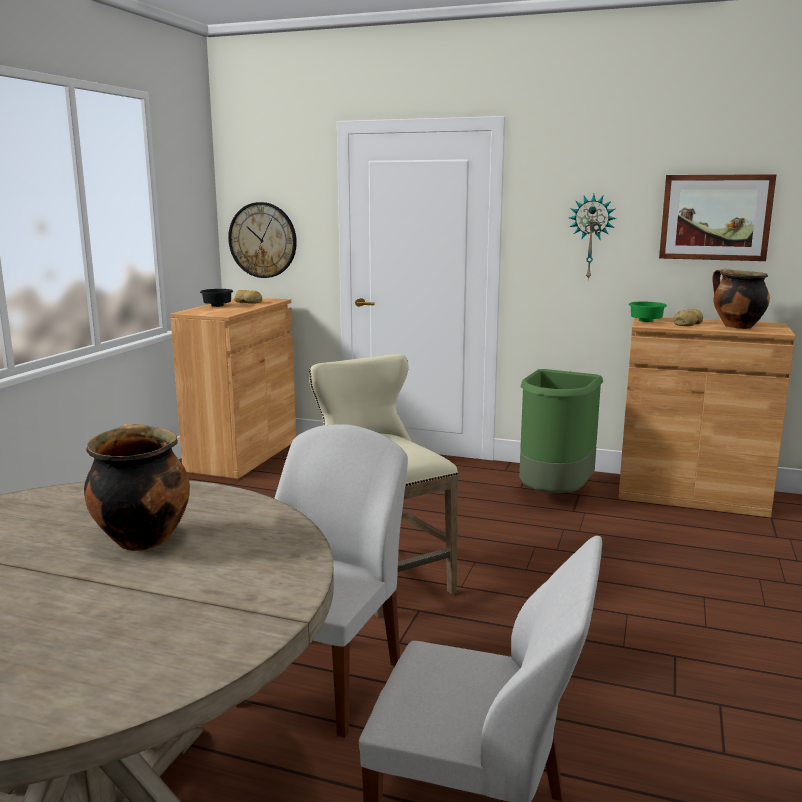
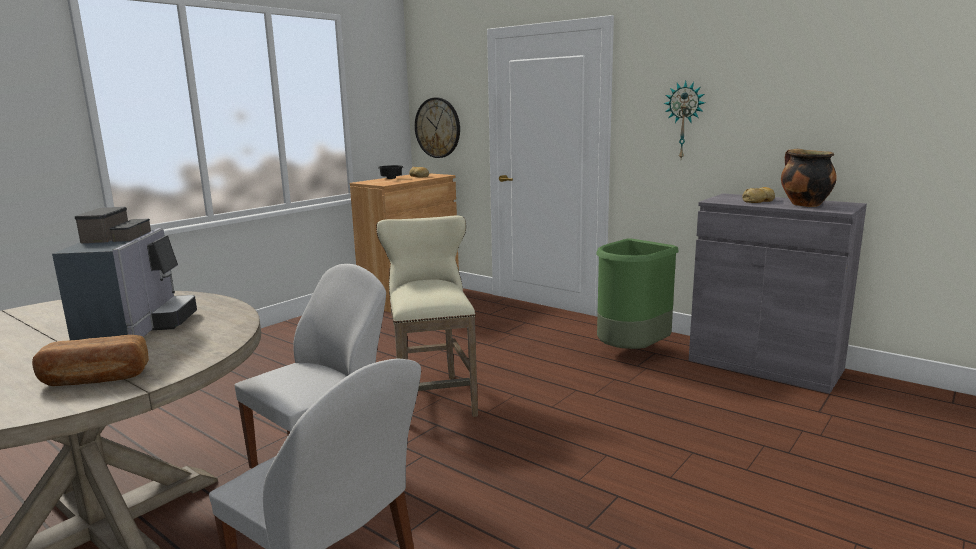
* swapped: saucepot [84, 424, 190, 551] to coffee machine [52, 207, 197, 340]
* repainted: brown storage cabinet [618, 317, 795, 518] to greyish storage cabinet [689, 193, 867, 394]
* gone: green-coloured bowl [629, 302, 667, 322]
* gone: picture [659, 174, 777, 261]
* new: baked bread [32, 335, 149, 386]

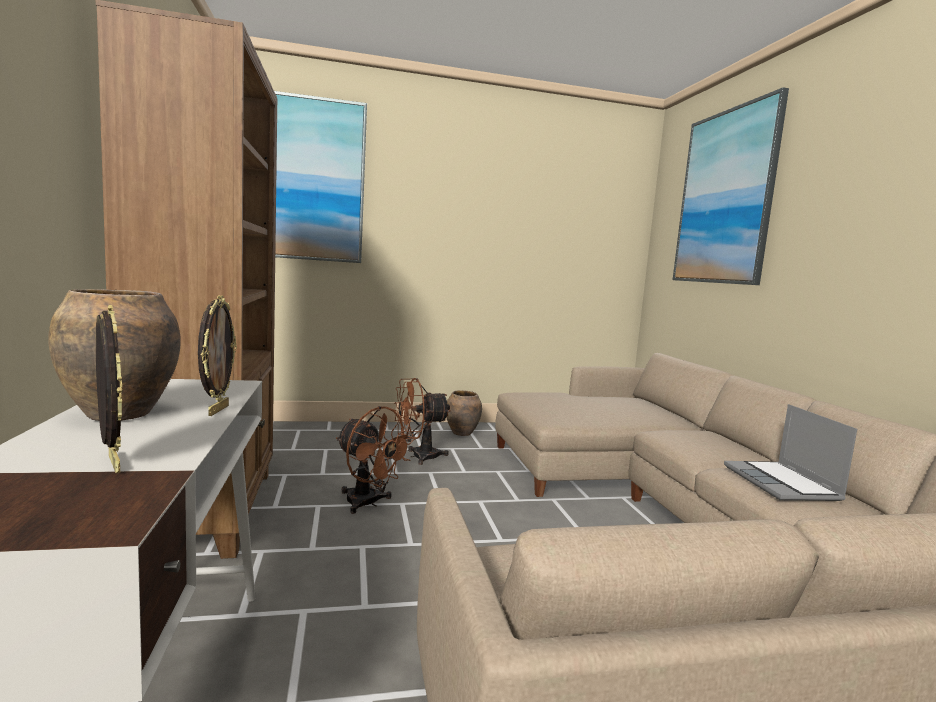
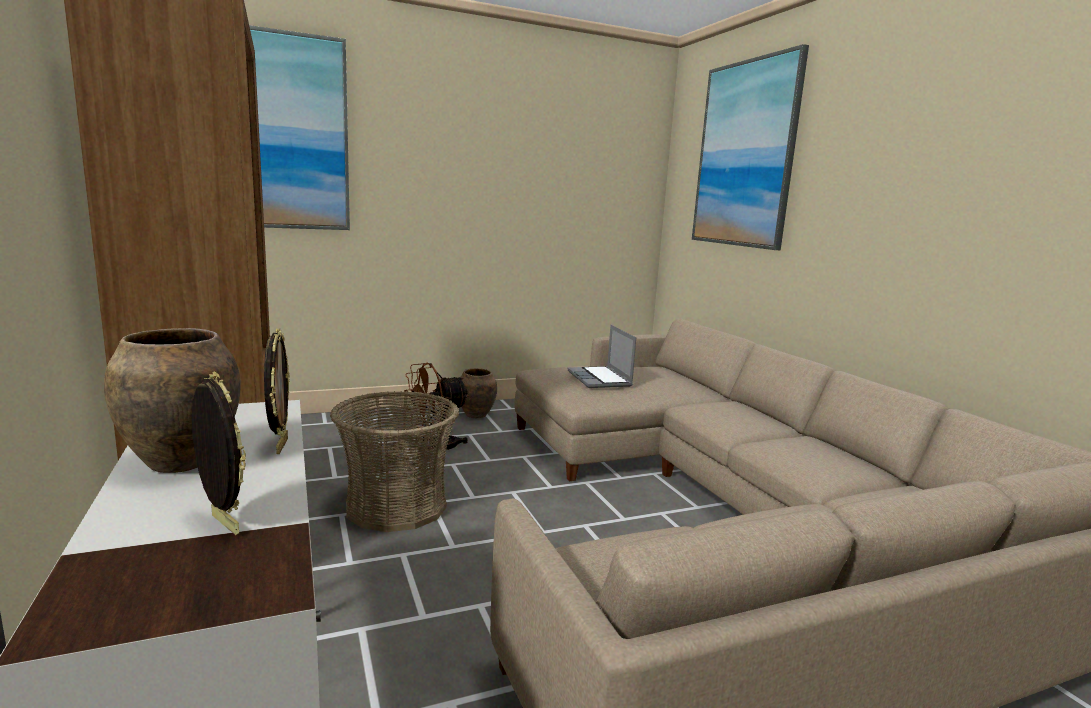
* swapped: brown fan [336, 406, 415, 514] to storage basket [330, 391, 459, 532]
* shifted: notebook computer [724, 404, 857, 501] to [568, 325, 636, 388]

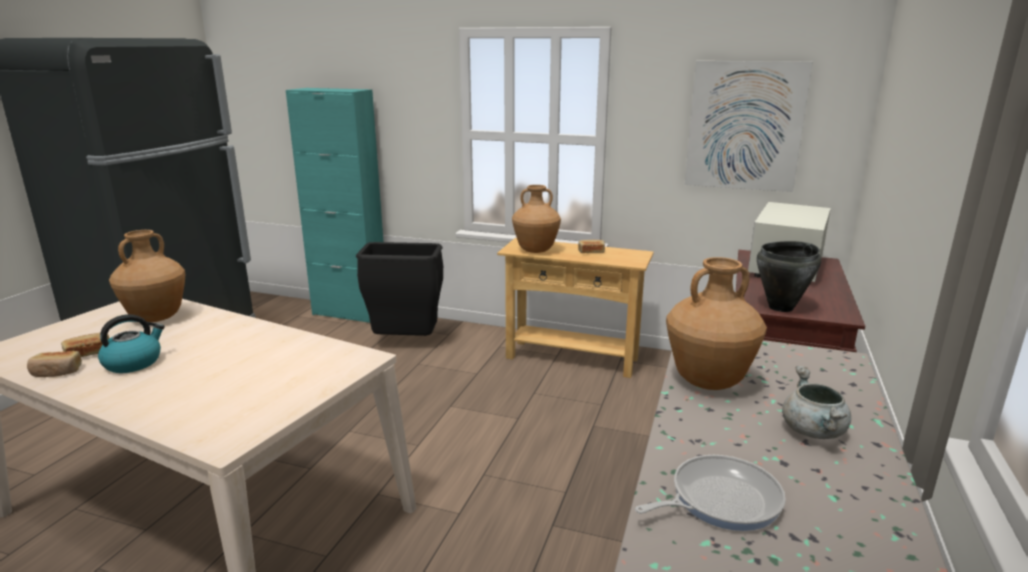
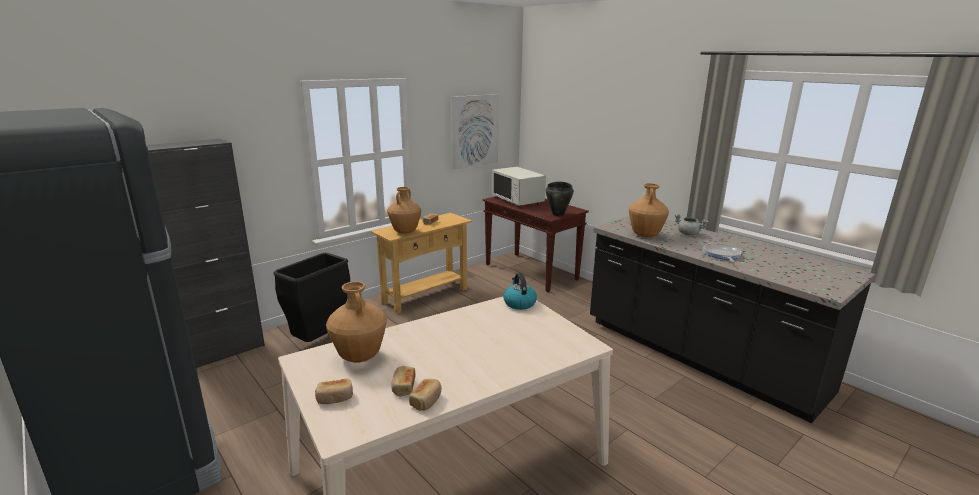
* shifted: water kettle [98, 314, 165, 373] to [503, 273, 537, 310]
* repainted: blue-green storage cabinet [286, 88, 383, 323] to black storage cabinet [147, 138, 265, 368]
* new: baked bread [315, 379, 353, 404]

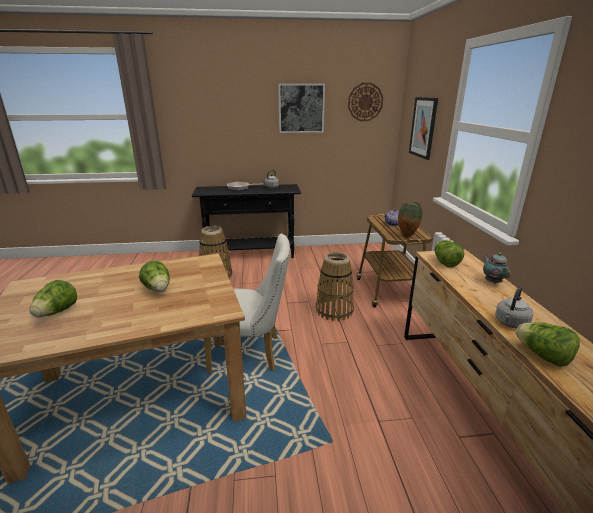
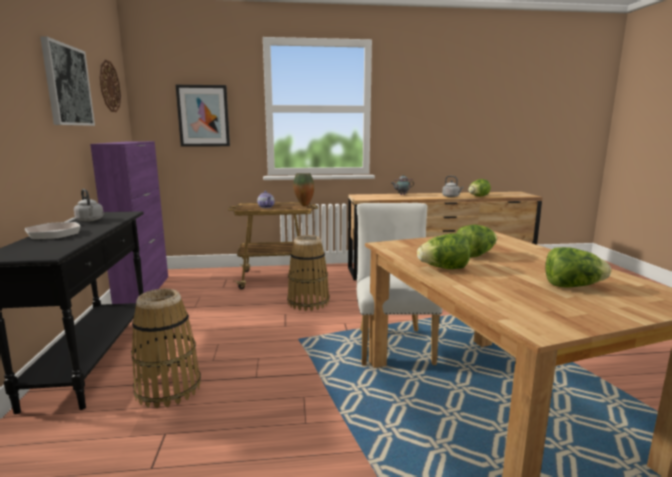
* shifted: lettuce head [434, 240, 464, 267] to [417, 233, 470, 269]
* new: purplish storage cabinet [90, 141, 168, 304]

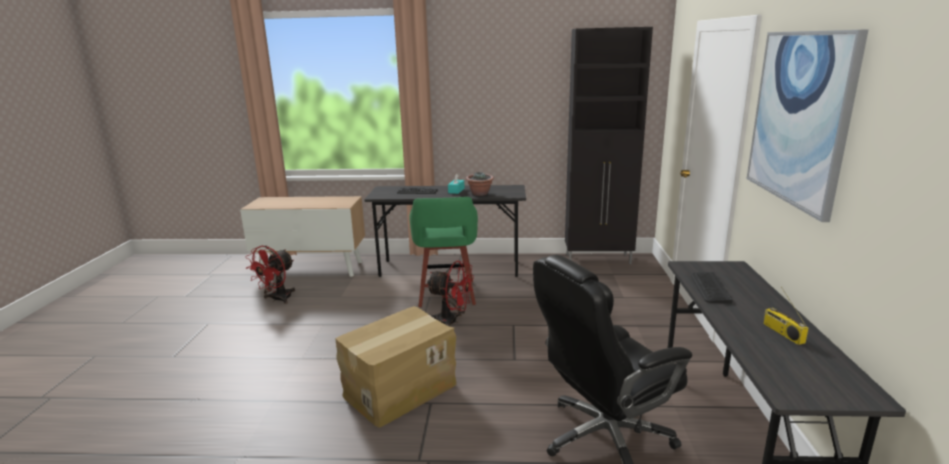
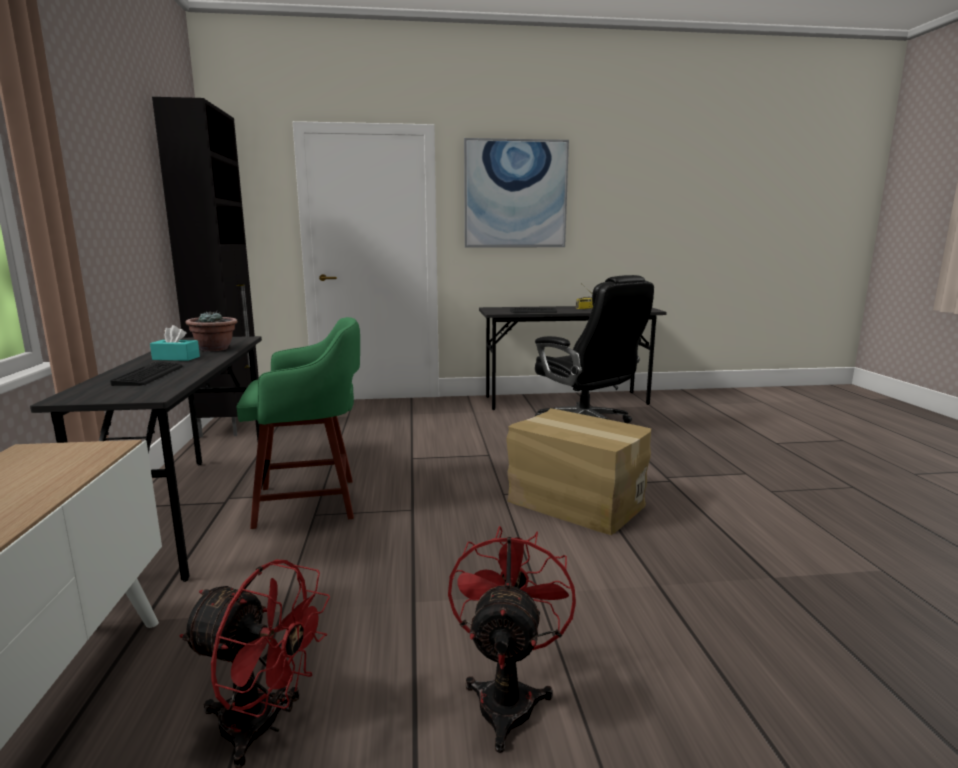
* shifted: red-coloured fan [426, 261, 474, 327] to [448, 526, 576, 753]

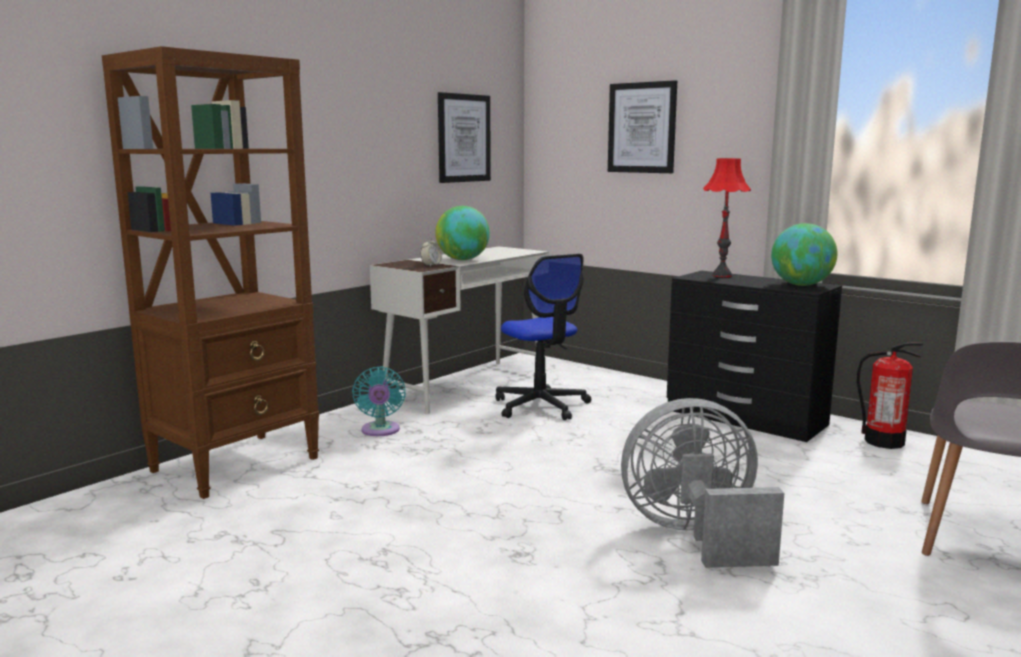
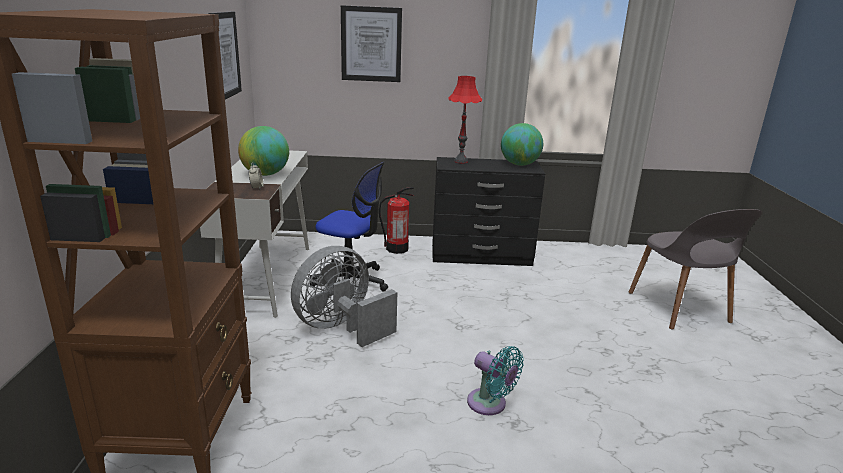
* shifted: blue-green fan [352, 366, 406, 436] to [467, 346, 524, 415]
* shifted: greyish fan [621, 398, 784, 568] to [291, 246, 397, 347]
* shifted: fire-fighting cylinder [857, 342, 923, 449] to [379, 187, 414, 254]

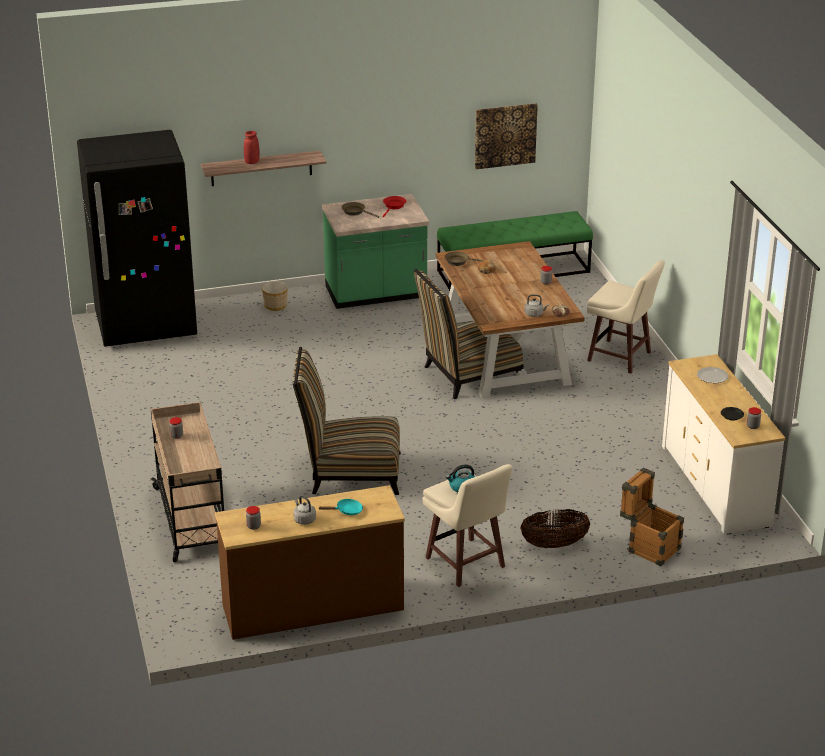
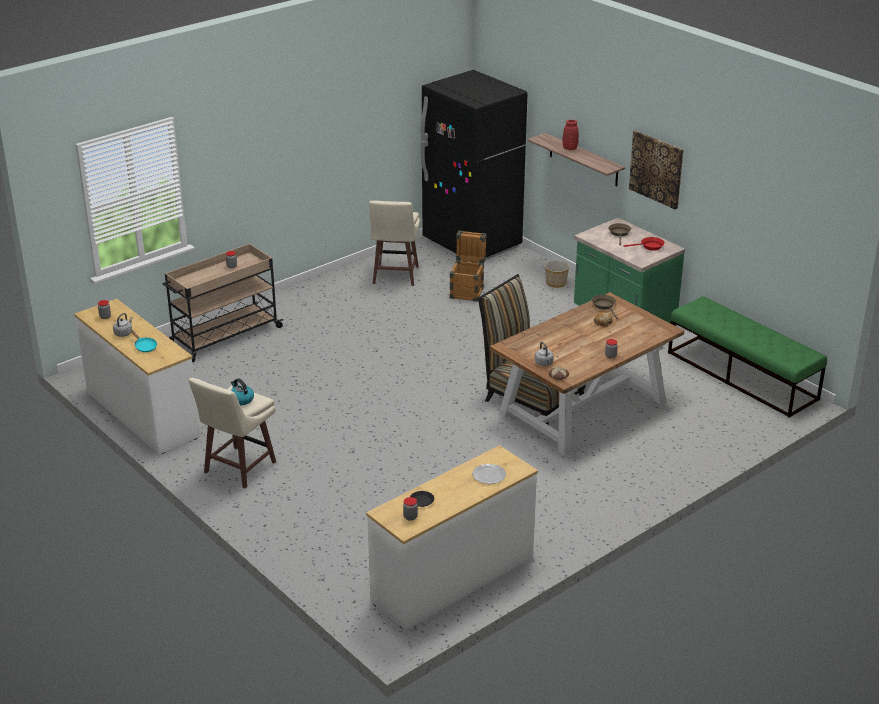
* repainted: brown drawer chest [215, 485, 405, 640] to whitish drawer chest [74, 299, 200, 454]
* gone: chair [293, 347, 401, 495]
* shifted: picture [475, 103, 538, 169] to [629, 131, 683, 209]
* gone: storage basket [520, 509, 590, 548]
* shifted: beige stool [587, 260, 665, 374] to [369, 201, 420, 286]
* shifted: packing crate [620, 468, 684, 566] to [450, 230, 487, 302]

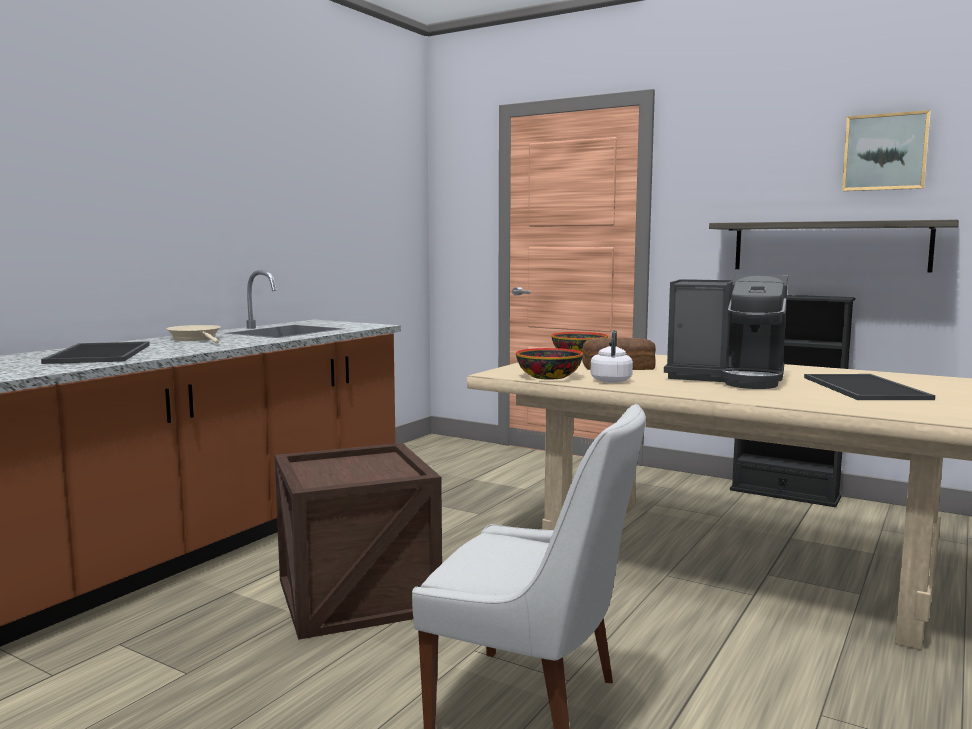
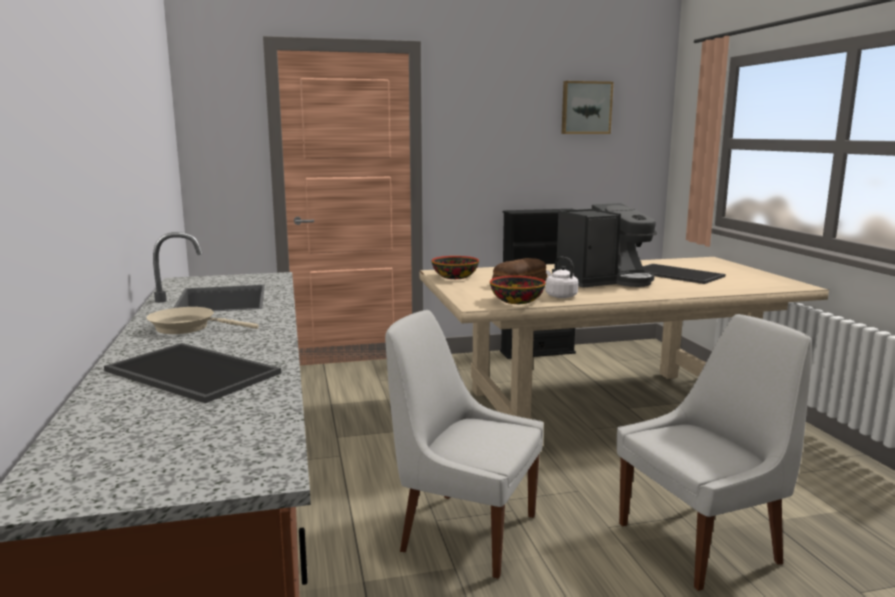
* swapped: packing crate [275, 443, 442, 640] to whitish chair [385, 310, 544, 579]
* gone: wall shelf [709, 220, 959, 273]

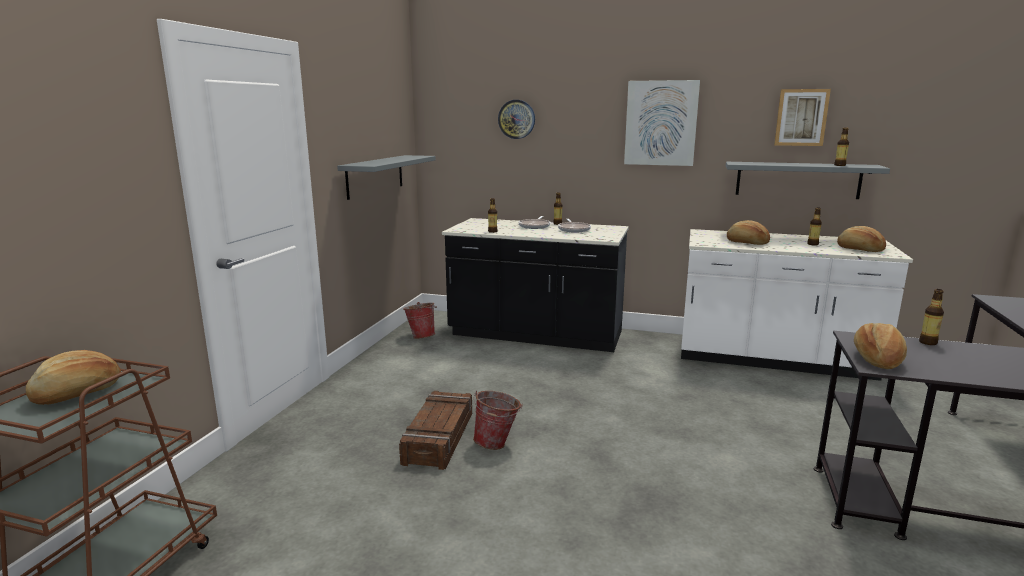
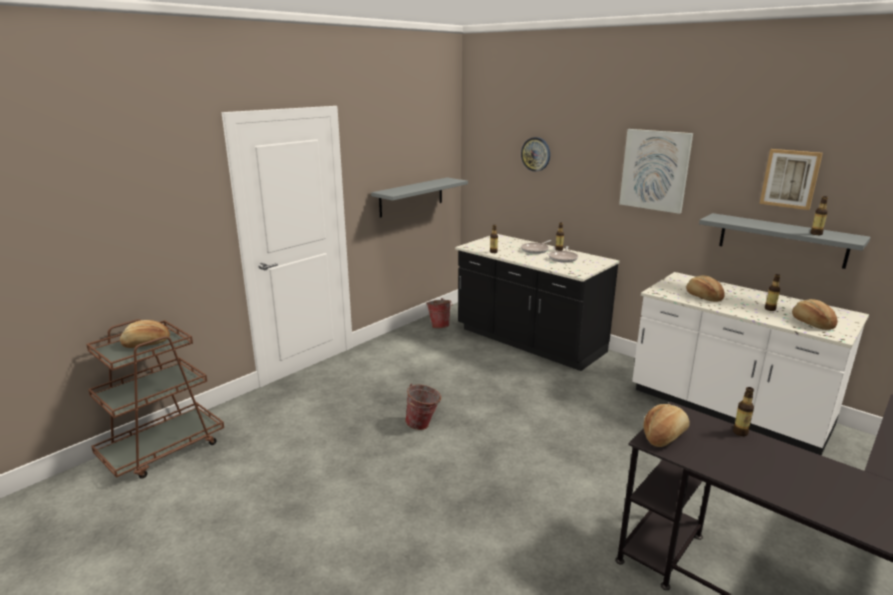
* gone: packing crate [399, 391, 472, 470]

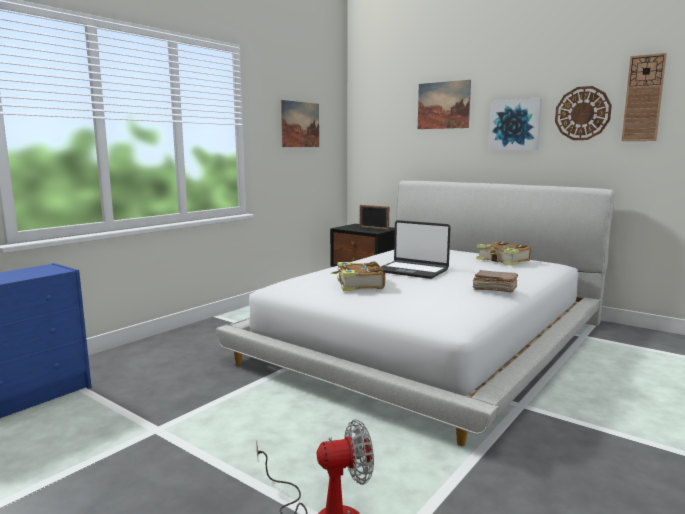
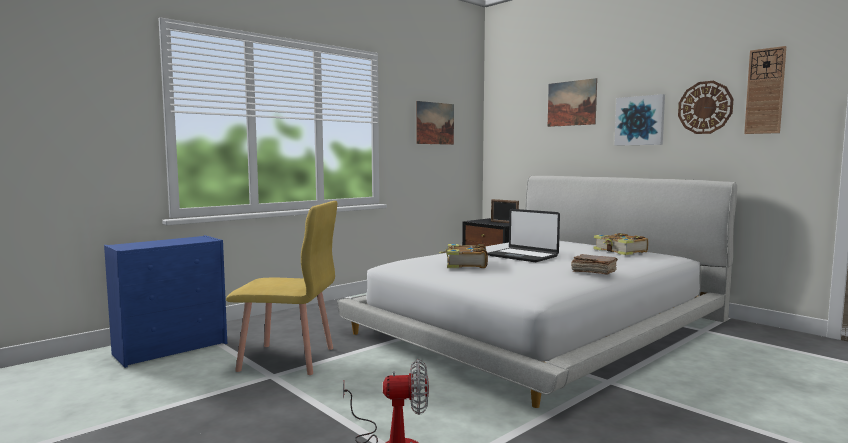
* new: yellow chair [226, 201, 337, 375]

